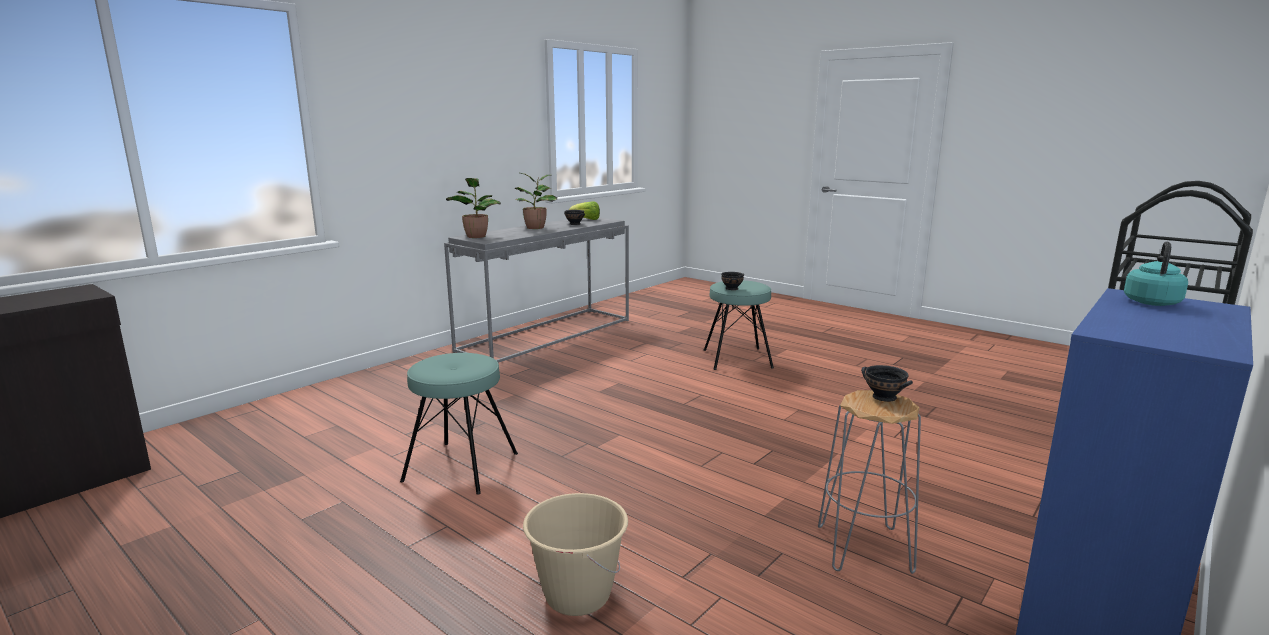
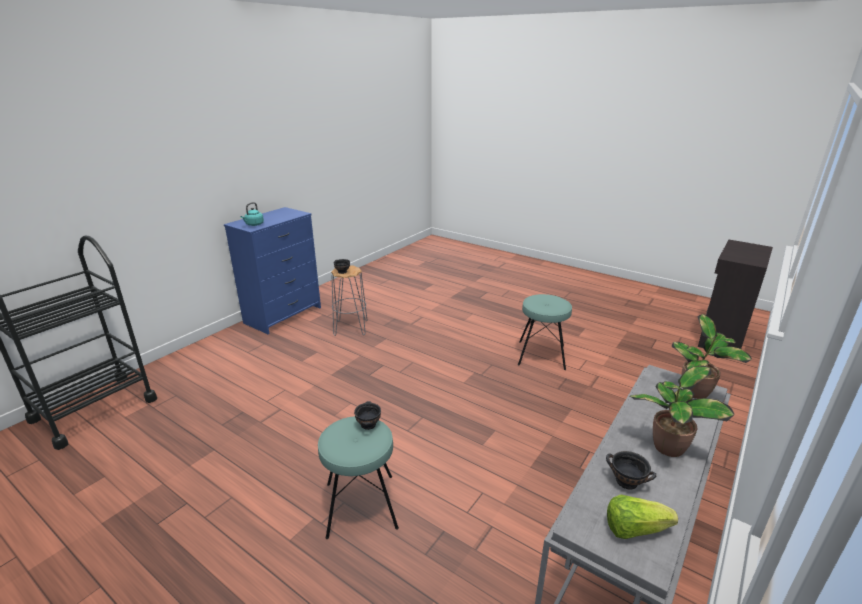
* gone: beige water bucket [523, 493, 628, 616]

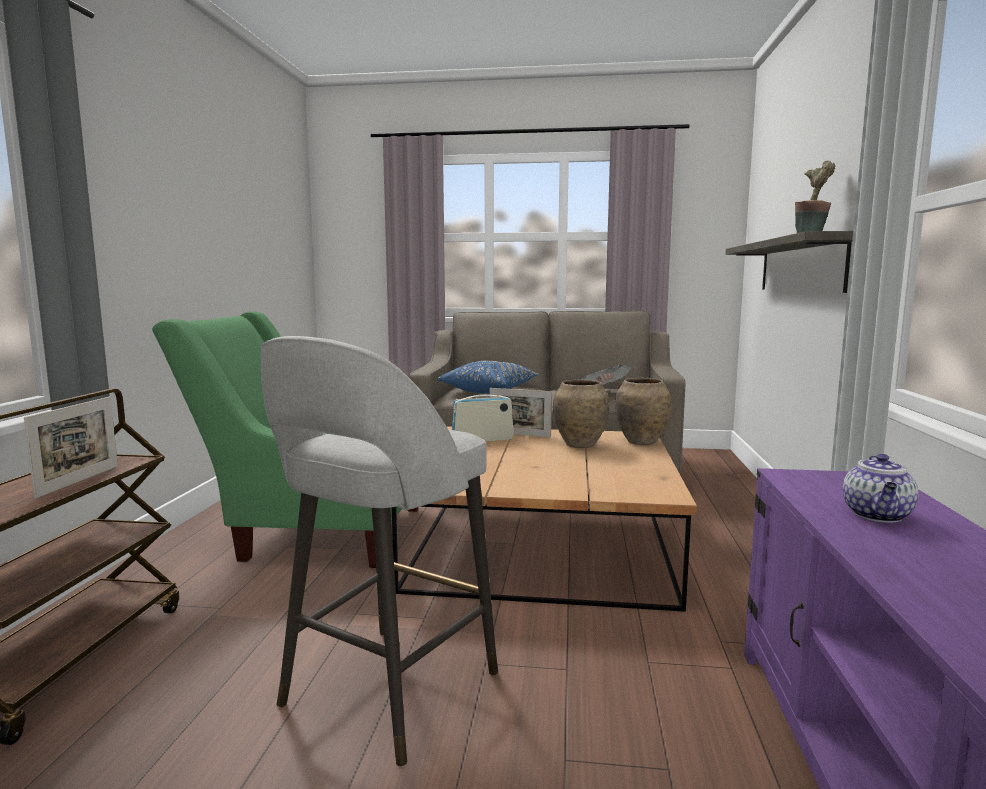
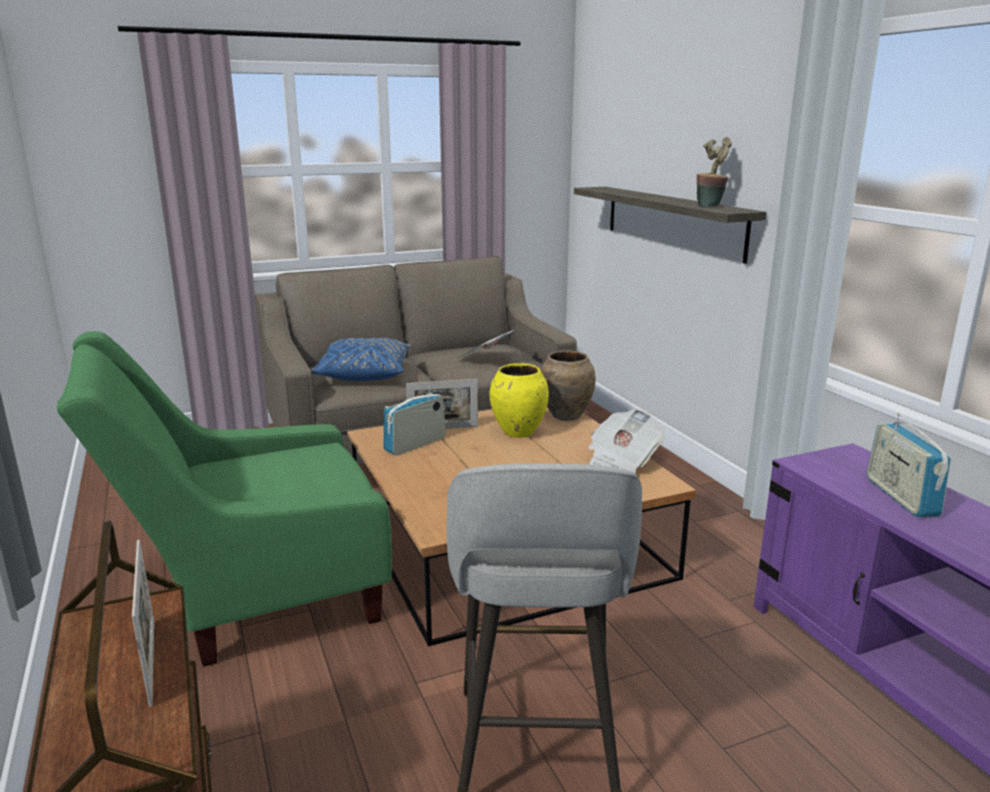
* repainted: brown flower vase [553, 380, 610, 448] to yellow flower vase [489, 363, 549, 438]
* swapped: tea pot [843, 454, 919, 522] to radio set [866, 413, 951, 517]
* new: daily paper [588, 409, 665, 473]

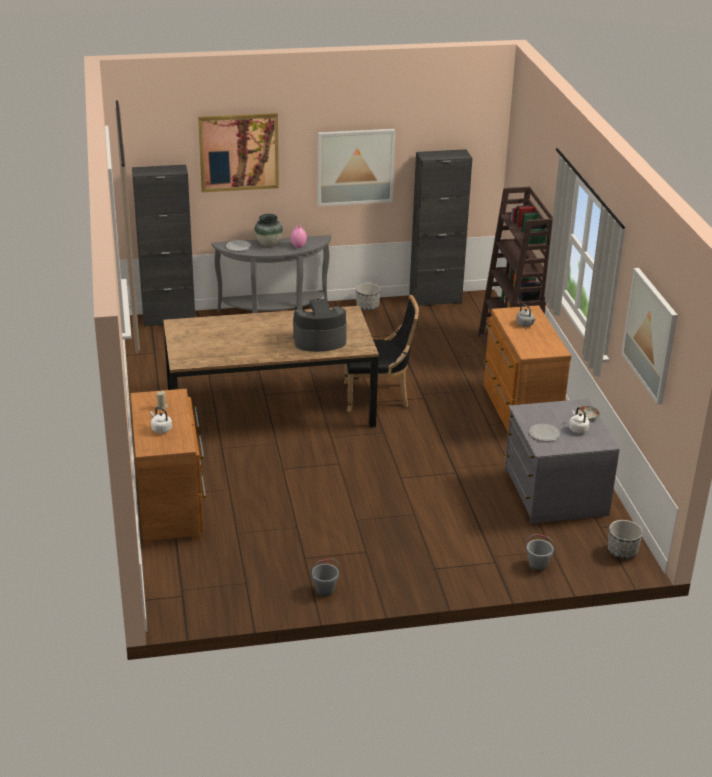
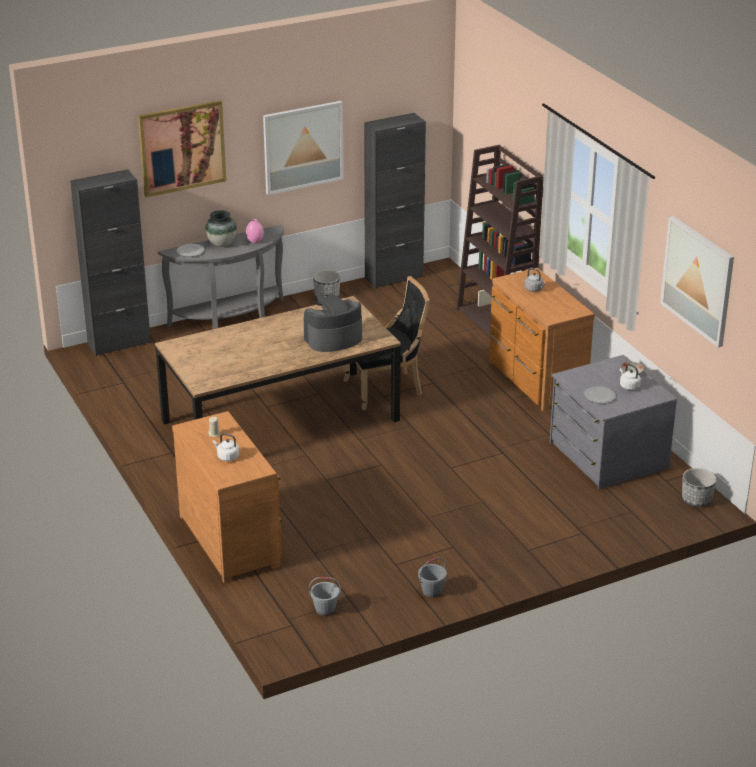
* shifted: greyish water bucket [525, 534, 555, 571] to [309, 577, 341, 616]

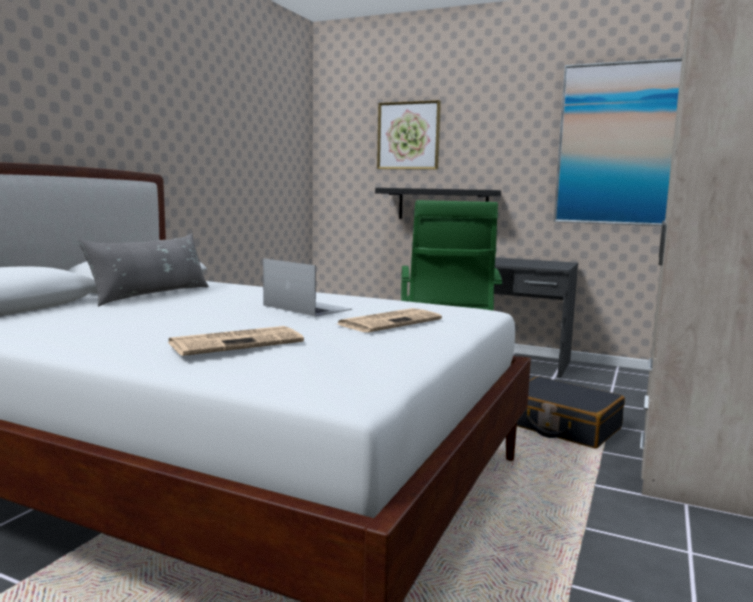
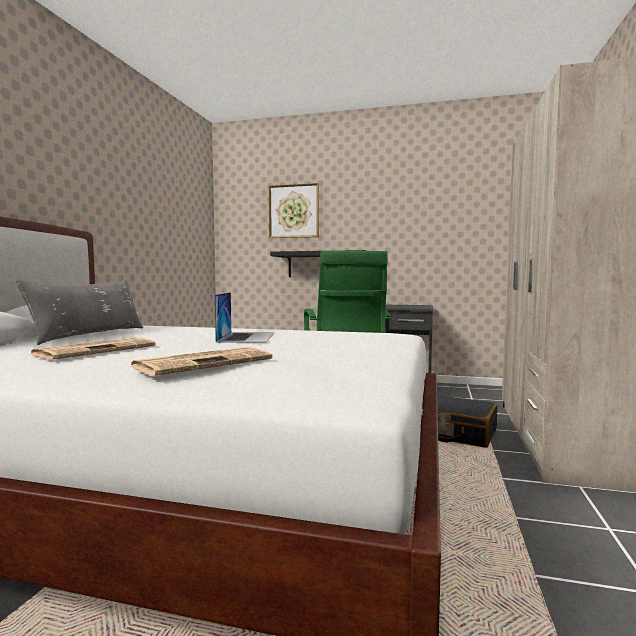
* rotated: notebook computer [263, 258, 352, 317] = [215, 292, 274, 343] 60 degrees clockwise
* shifted: daily paper [338, 308, 442, 332] to [30, 338, 156, 360]
* gone: picture [553, 58, 682, 226]

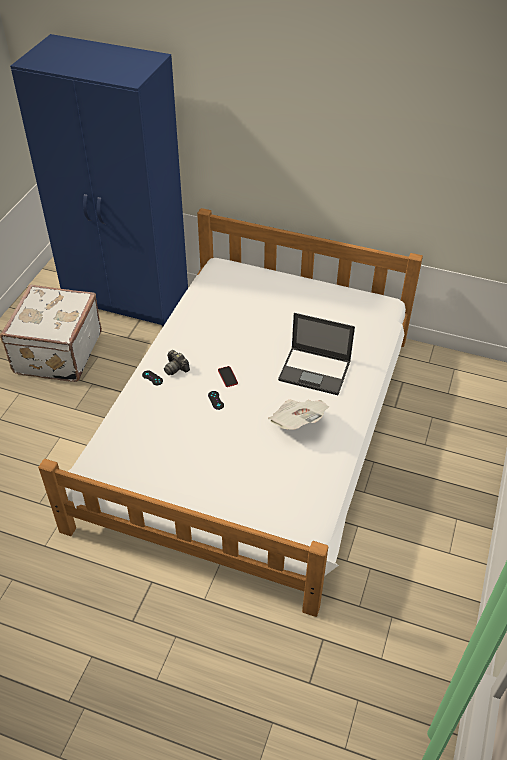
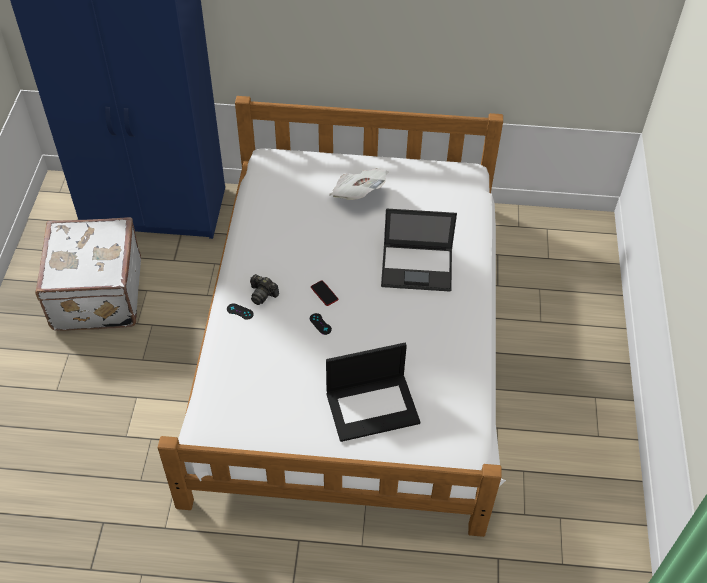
* shifted: daily paper [268, 400, 329, 430] to [329, 168, 388, 200]
* new: notebook computer [326, 343, 420, 442]

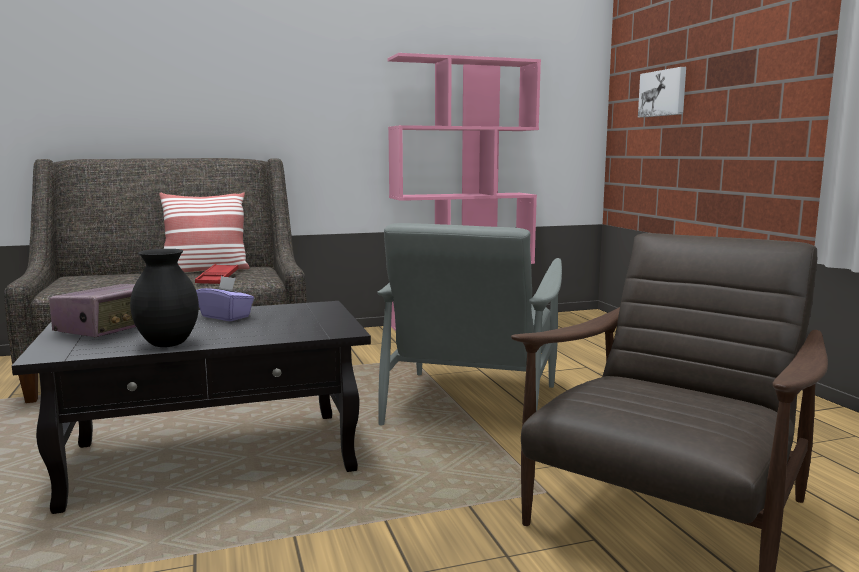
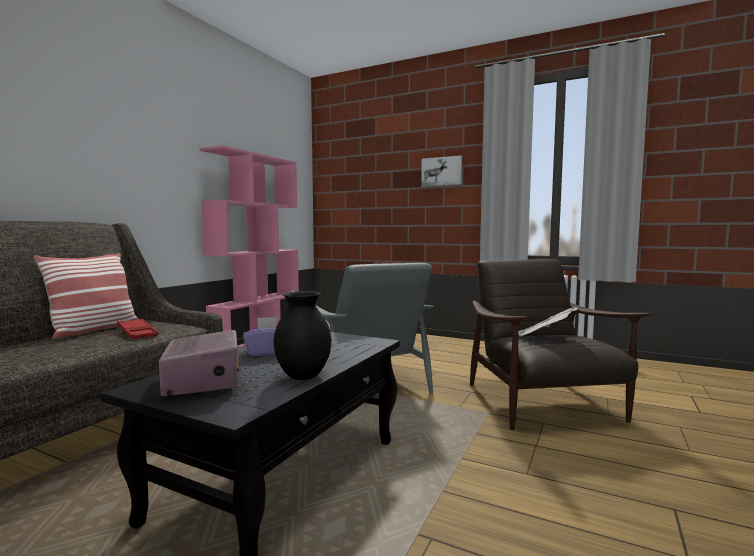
* shifted: picture [638, 67, 686, 117] to [421, 155, 462, 187]
* new: daily paper [518, 307, 577, 337]

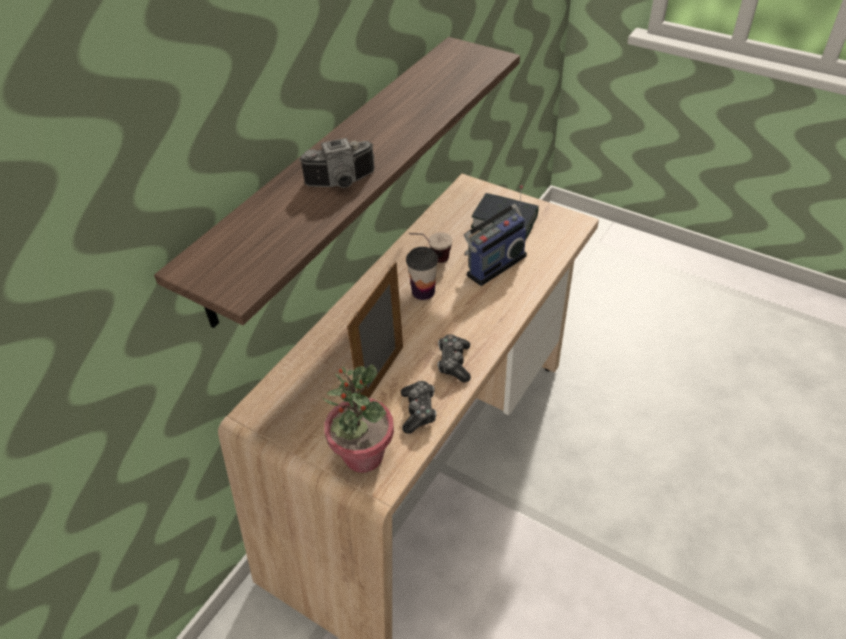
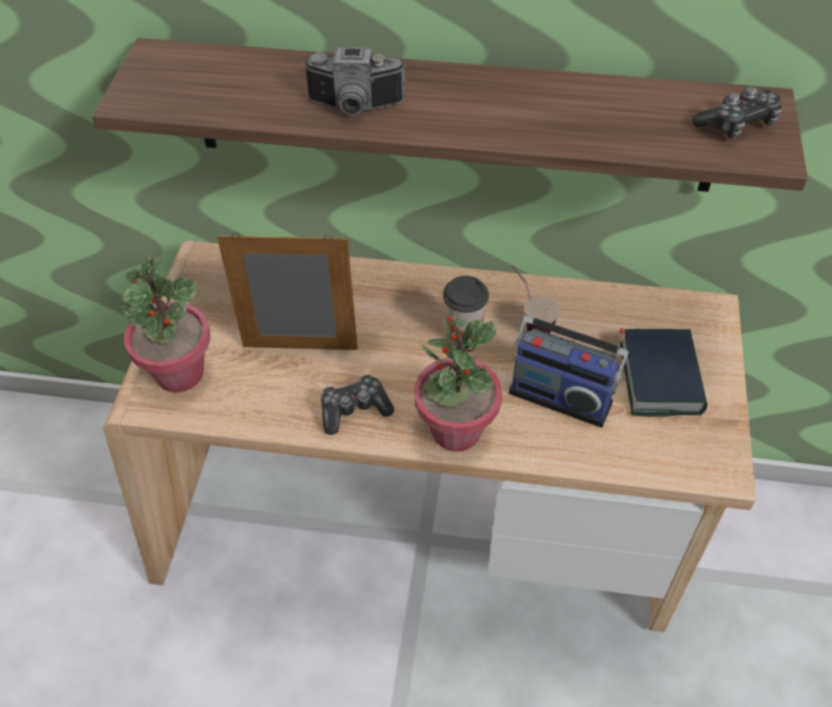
* rotated: still camera [299, 138, 375, 188] = [302, 47, 406, 115] 45 degrees counterclockwise
* shifted: gamepad [401, 381, 437, 434] to [692, 87, 782, 139]
* new: potted plant [414, 313, 502, 451]

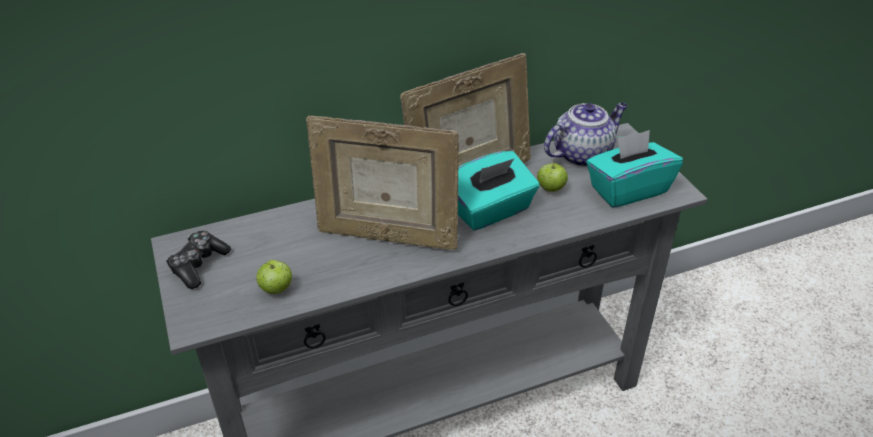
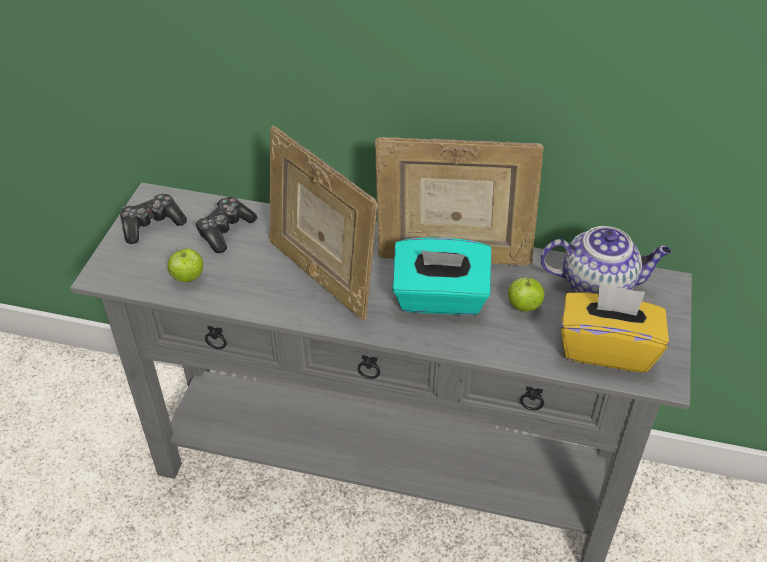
* repainted: blue-green box of tissues [586, 130, 683, 208] to yellow box of tissues [561, 283, 669, 373]
* new: gamepad [195, 197, 257, 253]

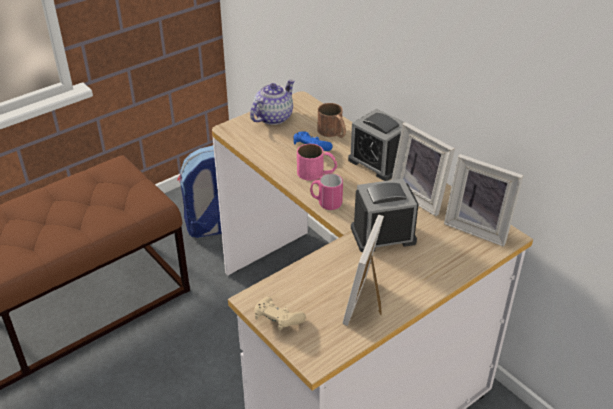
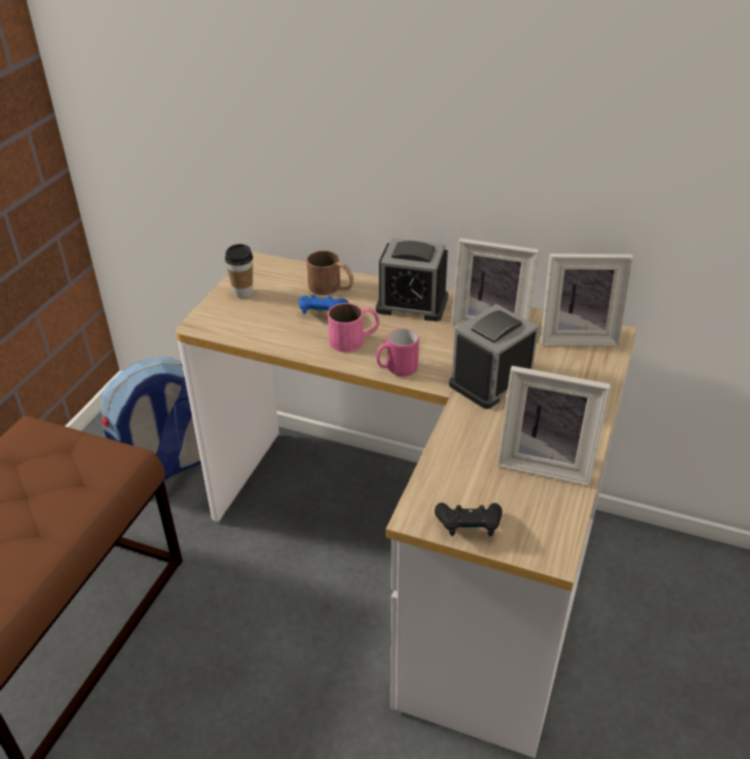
* swapped: tea pot [250, 79, 295, 125] to drinking cup [225, 244, 253, 298]
* repainted: beige gamepad [254, 297, 306, 331] to black gamepad [435, 503, 502, 536]
* rotated: picture frame [342, 215, 384, 326] = [497, 366, 611, 486] 60 degrees counterclockwise

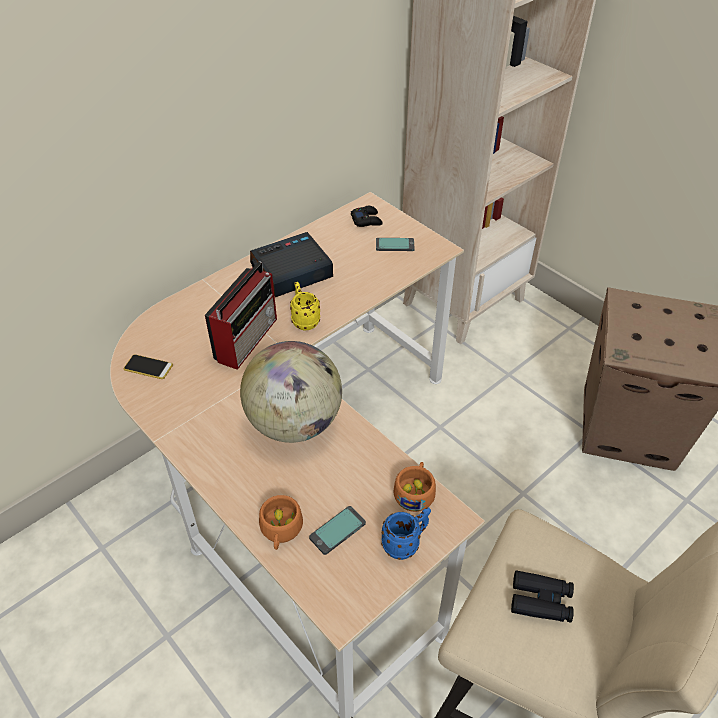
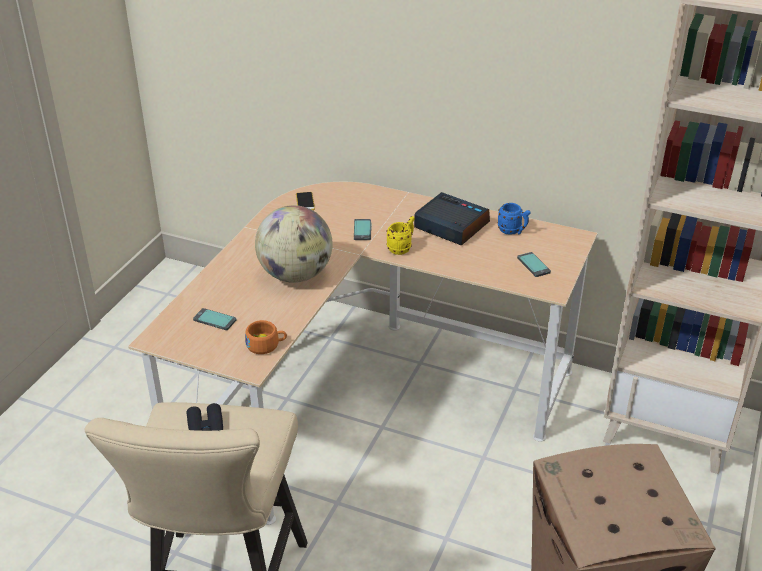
* swapped: radio set [205, 261, 277, 370] to telephone [354, 219, 372, 240]
* gone: orangey drinking cup [259, 495, 303, 550]
* gone: black gamepad [351, 206, 383, 227]
* shifted: blue-coloured coffee mug [381, 507, 431, 560] to [498, 203, 530, 235]

